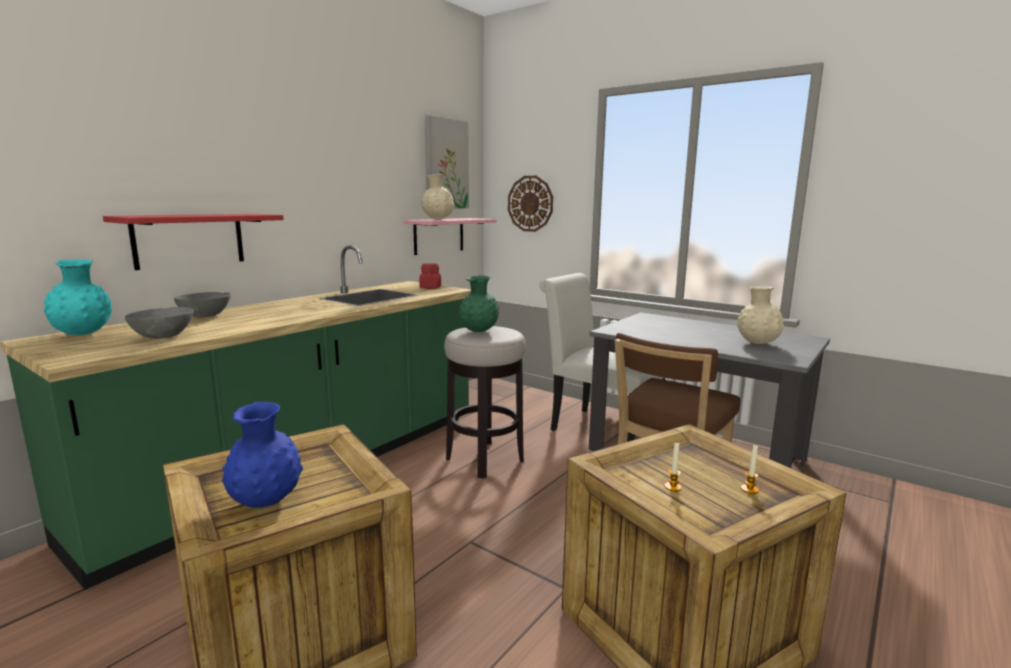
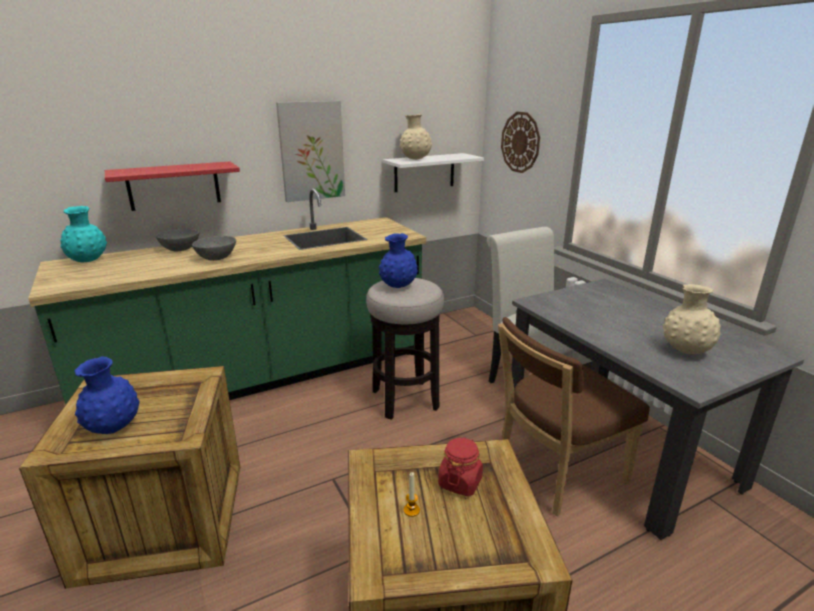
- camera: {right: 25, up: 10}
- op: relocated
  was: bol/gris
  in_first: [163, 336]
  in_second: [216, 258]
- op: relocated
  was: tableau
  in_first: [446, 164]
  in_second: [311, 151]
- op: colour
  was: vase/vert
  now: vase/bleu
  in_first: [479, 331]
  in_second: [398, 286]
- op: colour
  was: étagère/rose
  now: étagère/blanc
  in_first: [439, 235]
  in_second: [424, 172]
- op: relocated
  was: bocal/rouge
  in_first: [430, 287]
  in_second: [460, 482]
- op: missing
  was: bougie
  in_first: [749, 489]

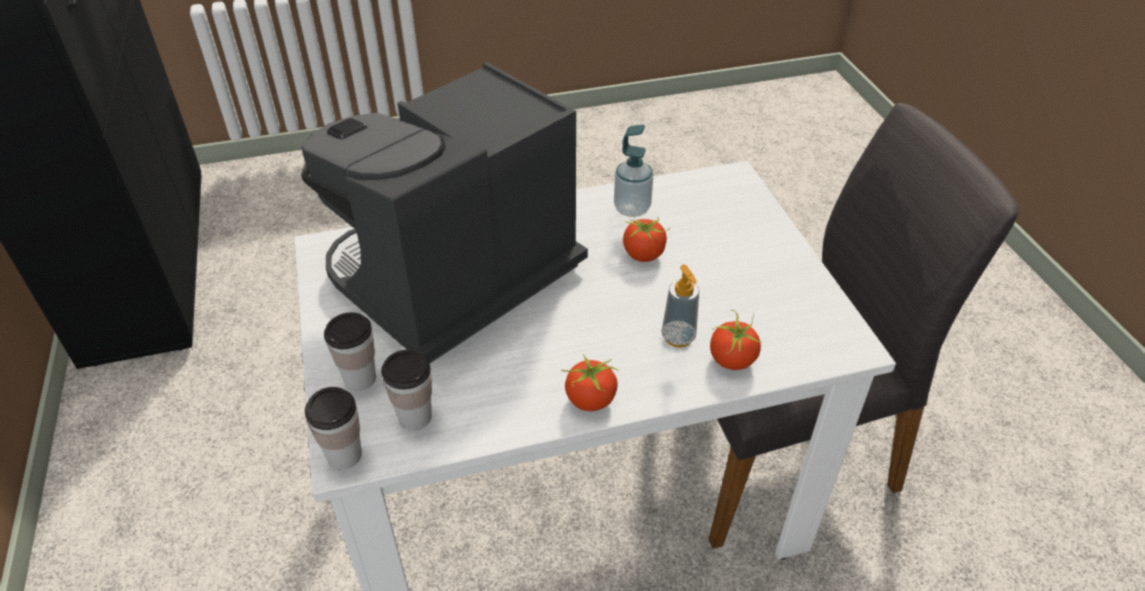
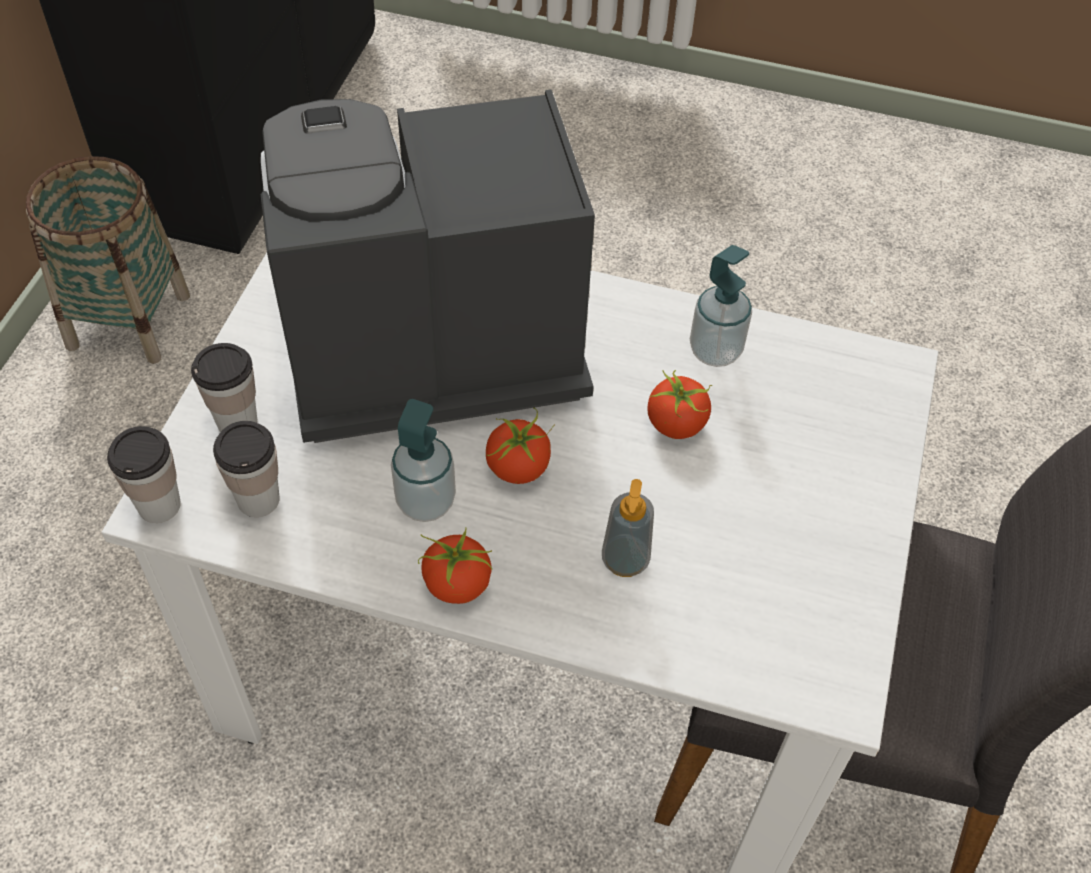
- camera: {right: 30, up: 10}
- op: appeared
  now: panier
  in_second: [129, 321]
- op: appeared
  now: distributeur de savon
  in_second: [425, 502]
- op: relocated
  was: tomate
  in_first: [732, 360]
  in_second: [518, 467]

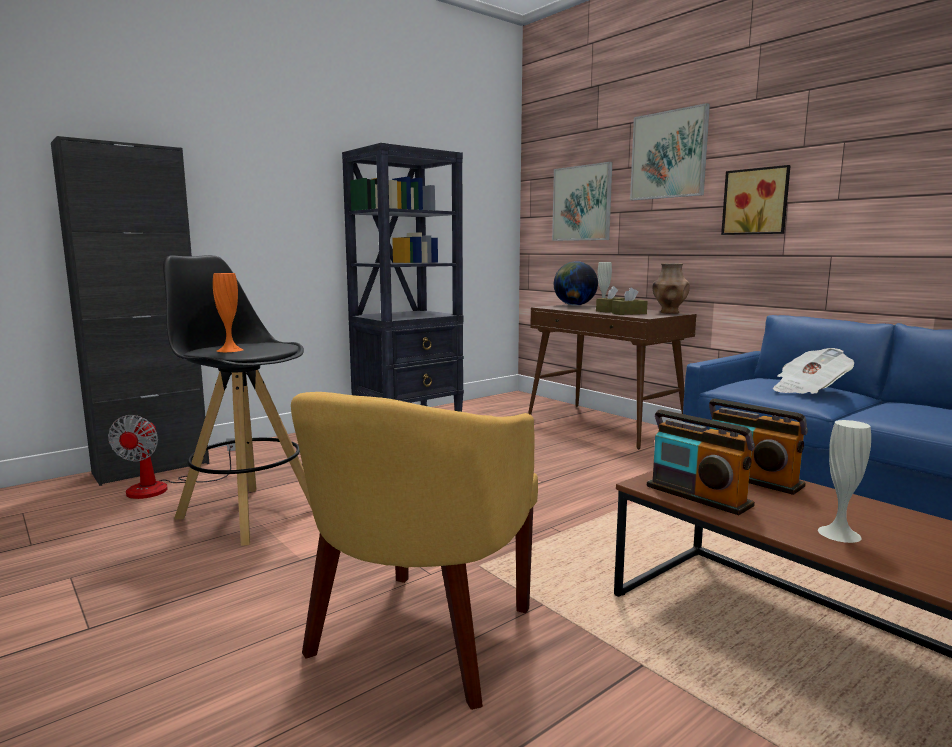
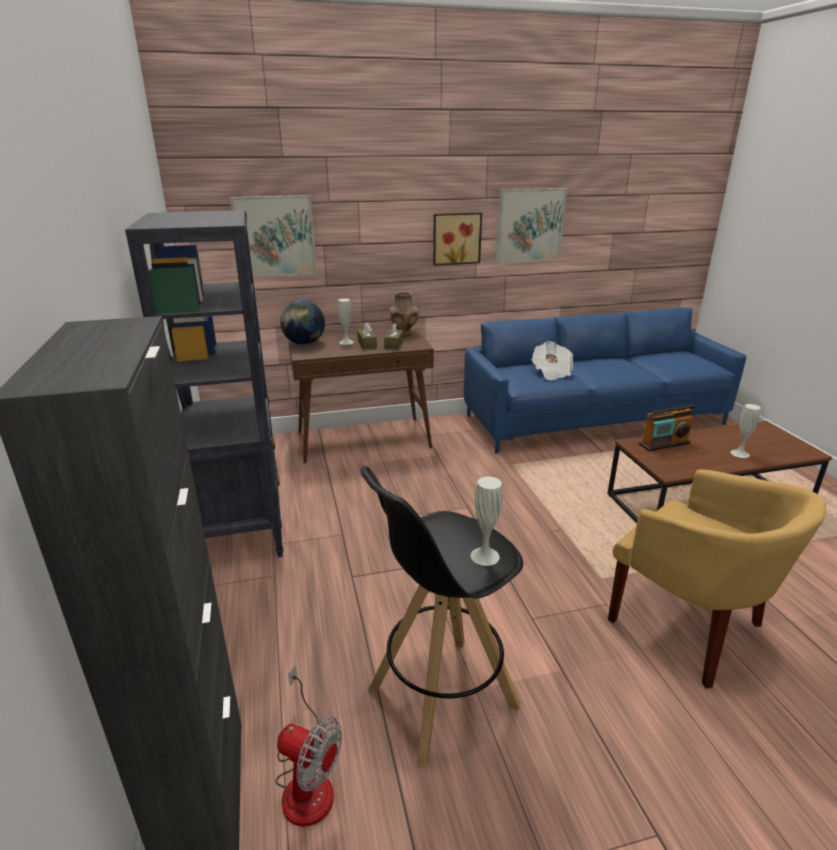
- camera: {right: -65, up: 15}
- op: colour
  was: vase/orange
  now: vase/blanc
  in_first: [230, 350]
  in_second: [485, 556]
- op: relocated
  was: tableau
  in_first: [668, 155]
  in_second: [529, 225]
- op: missing
  was: radio
  in_first: [698, 496]

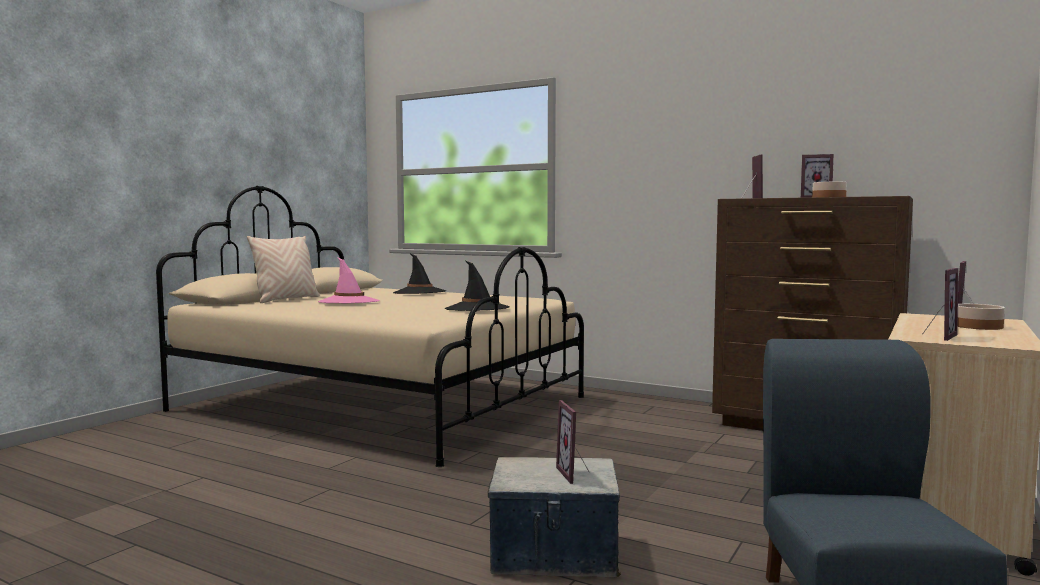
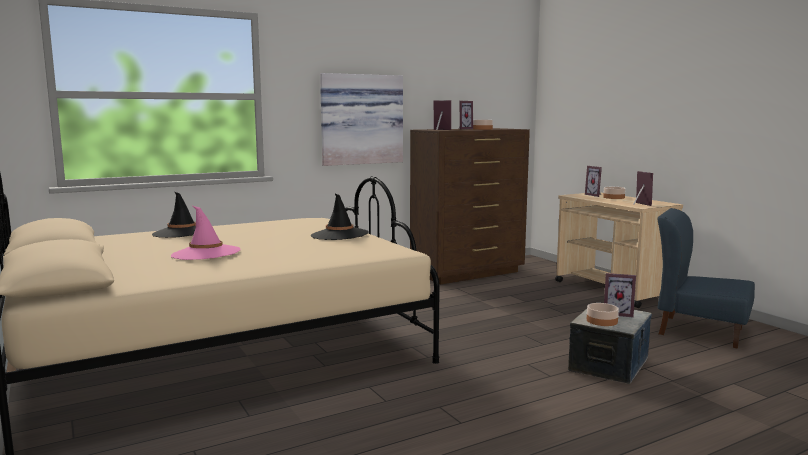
- camera: {right: -60, up: 5}
- op: appeared
  now: tableau
  in_second: [361, 119]
- op: appeared
  now: bol
  in_second: [602, 321]
- op: missing
  was: coussin/beige
  in_first: [286, 299]

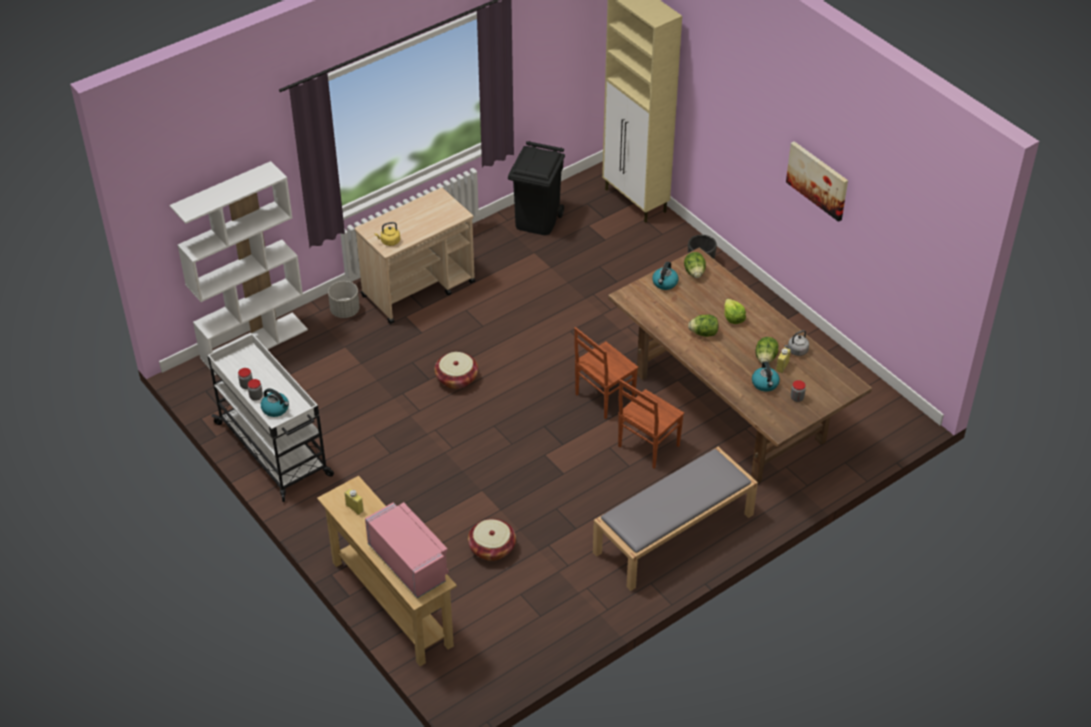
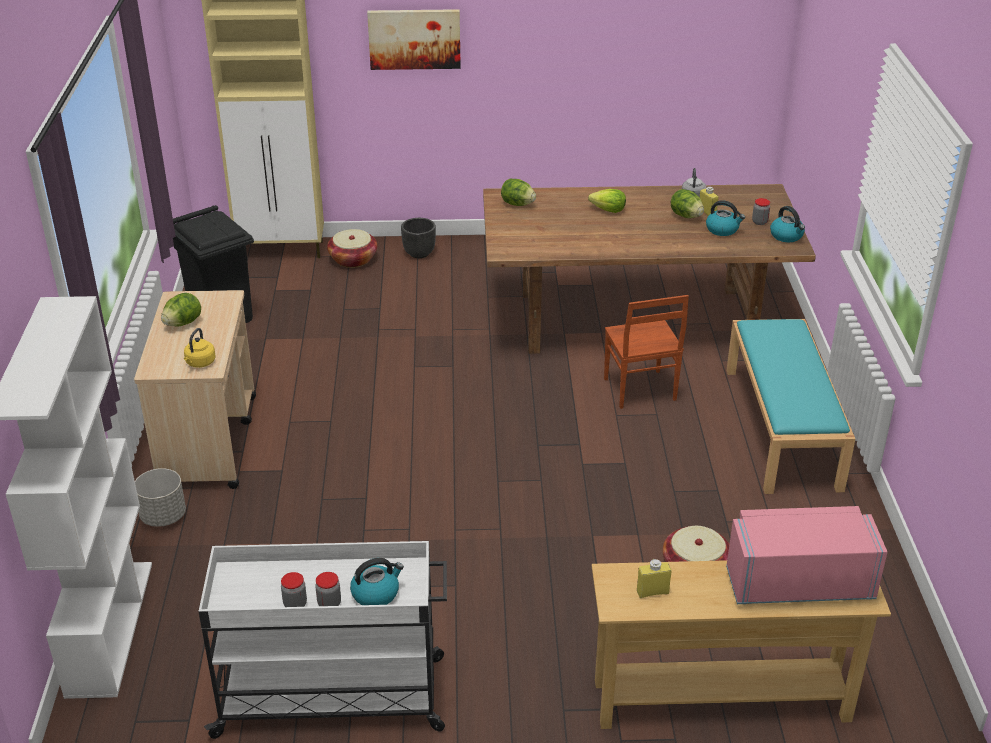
- camera: {right: -55, up: -10}
- op: relocated
  was: laitue
  in_first: [703, 333]
  in_second: [183, 323]
- op: relocated
  was: panier
  in_first: [456, 378]
  in_second: [353, 259]
- op: relocated
  was: tableau
  in_first: [818, 180]
  in_second: [414, 38]
- op: colour
  was: banc/gris
  now: banc/turquoise
  in_first: [673, 534]
  in_second: [783, 428]
- op: relocated
  was: bouilloire
  in_first: [665, 283]
  in_second: [787, 236]
- op: missing
  was: chaise/marron
  in_first: [603, 397]

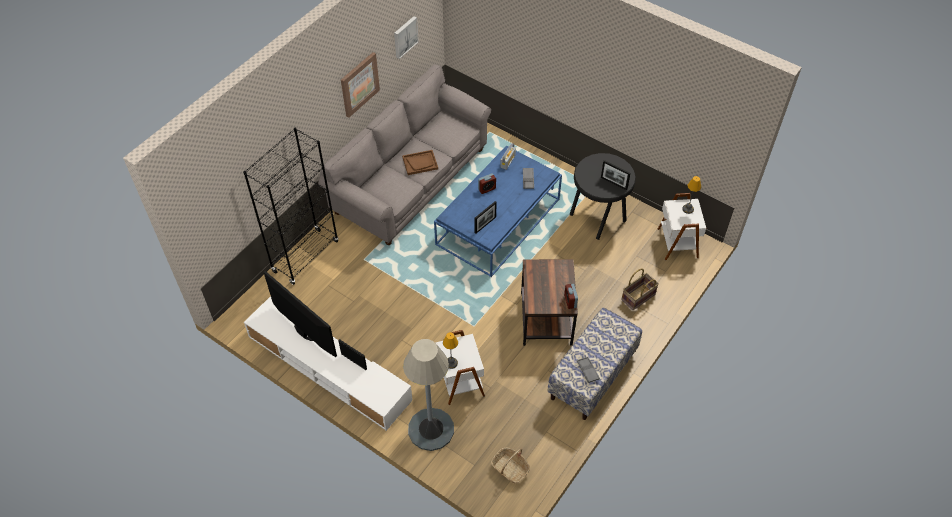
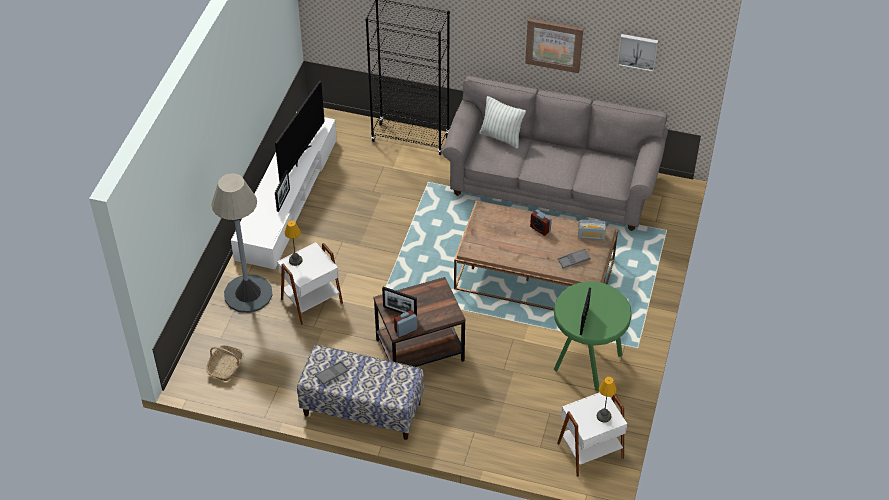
- camera: {right: 70, up: -5}
- op: relocated
  was: cadre photo
  in_first: [485, 225]
  in_second: [400, 311]
- op: colour
  was: table basse/bleu
  now: table basse/marron
  in_first: [498, 221]
  in_second: [535, 274]
- op: appeared
  now: coussin
  in_second: [501, 137]
- op: colour
  was: tabouret/noir
  now: tabouret/vert
  in_first: [598, 219]
  in_second: [586, 364]
- op: missing
  was: plateau/marron
  in_first: [420, 163]
- op: missing
  was: panier
  in_first: [638, 297]

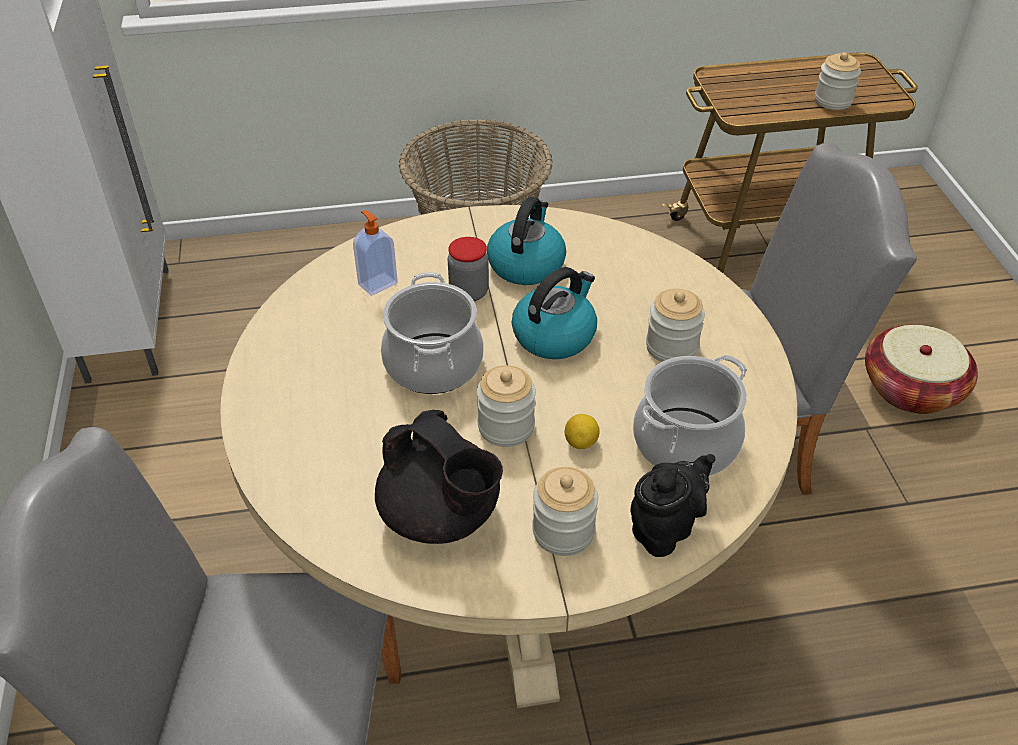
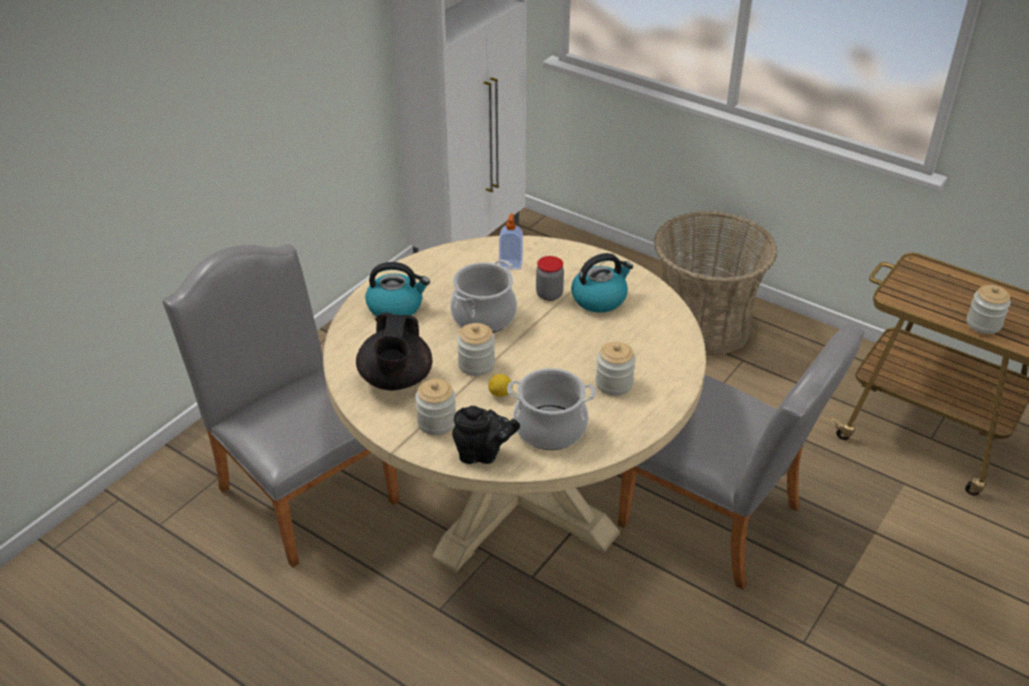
- camera: {right: 45, up: -5}
- op: relocated
  was: bouilloire
  in_first: [554, 335]
  in_second: [396, 307]
- op: missing
  was: panier
  in_first: [911, 389]

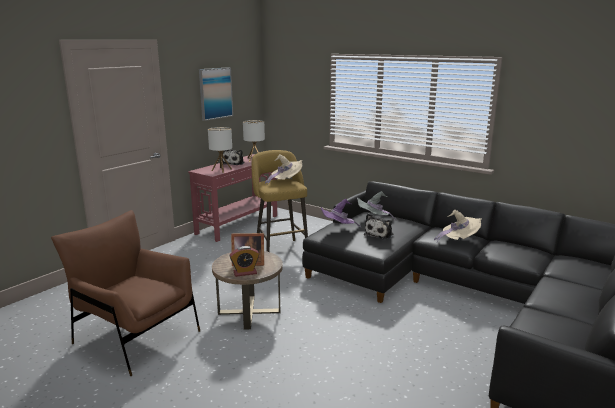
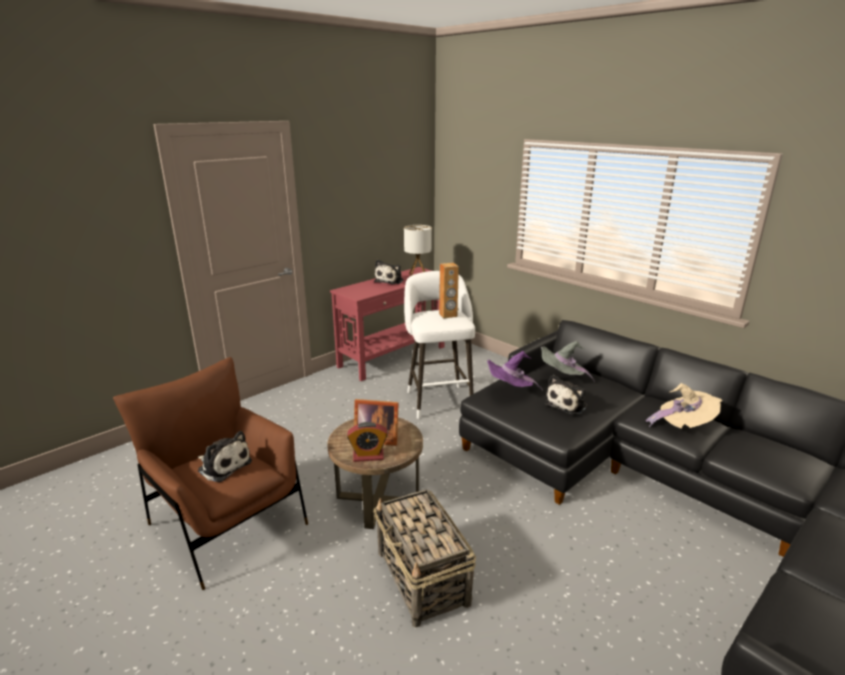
- camera: {right: 10, up: 5}
- op: appeared
  now: peluche
  in_second: [223, 465]
- op: appeared
  now: panier
  in_second: [422, 578]
- op: colour
  was: tabouret/jaune
  now: tabouret/blanc
  in_first: [280, 249]
  in_second: [438, 399]
- op: exchanged
  was: chapeau/beige
  now: enceinte/marron
  in_first: [285, 181]
  in_second: [448, 315]
- op: missing
  was: tableau
  in_first: [215, 93]
- op: missing
  was: lampe de table
  in_first: [221, 170]

